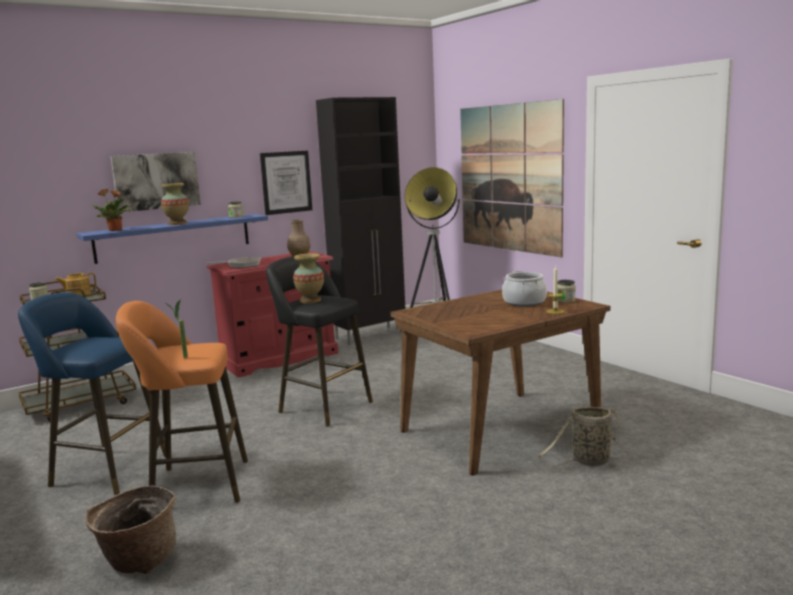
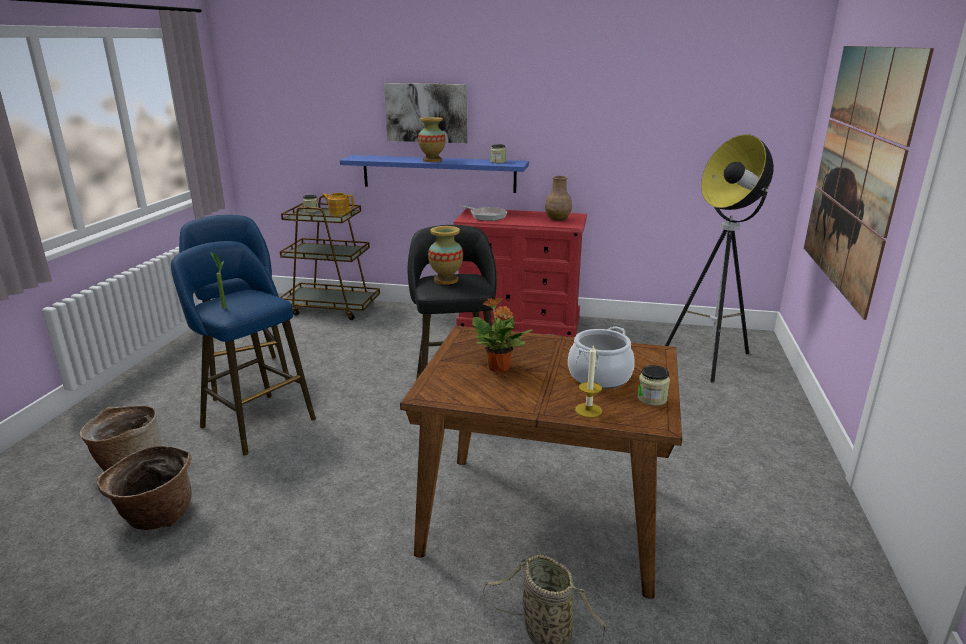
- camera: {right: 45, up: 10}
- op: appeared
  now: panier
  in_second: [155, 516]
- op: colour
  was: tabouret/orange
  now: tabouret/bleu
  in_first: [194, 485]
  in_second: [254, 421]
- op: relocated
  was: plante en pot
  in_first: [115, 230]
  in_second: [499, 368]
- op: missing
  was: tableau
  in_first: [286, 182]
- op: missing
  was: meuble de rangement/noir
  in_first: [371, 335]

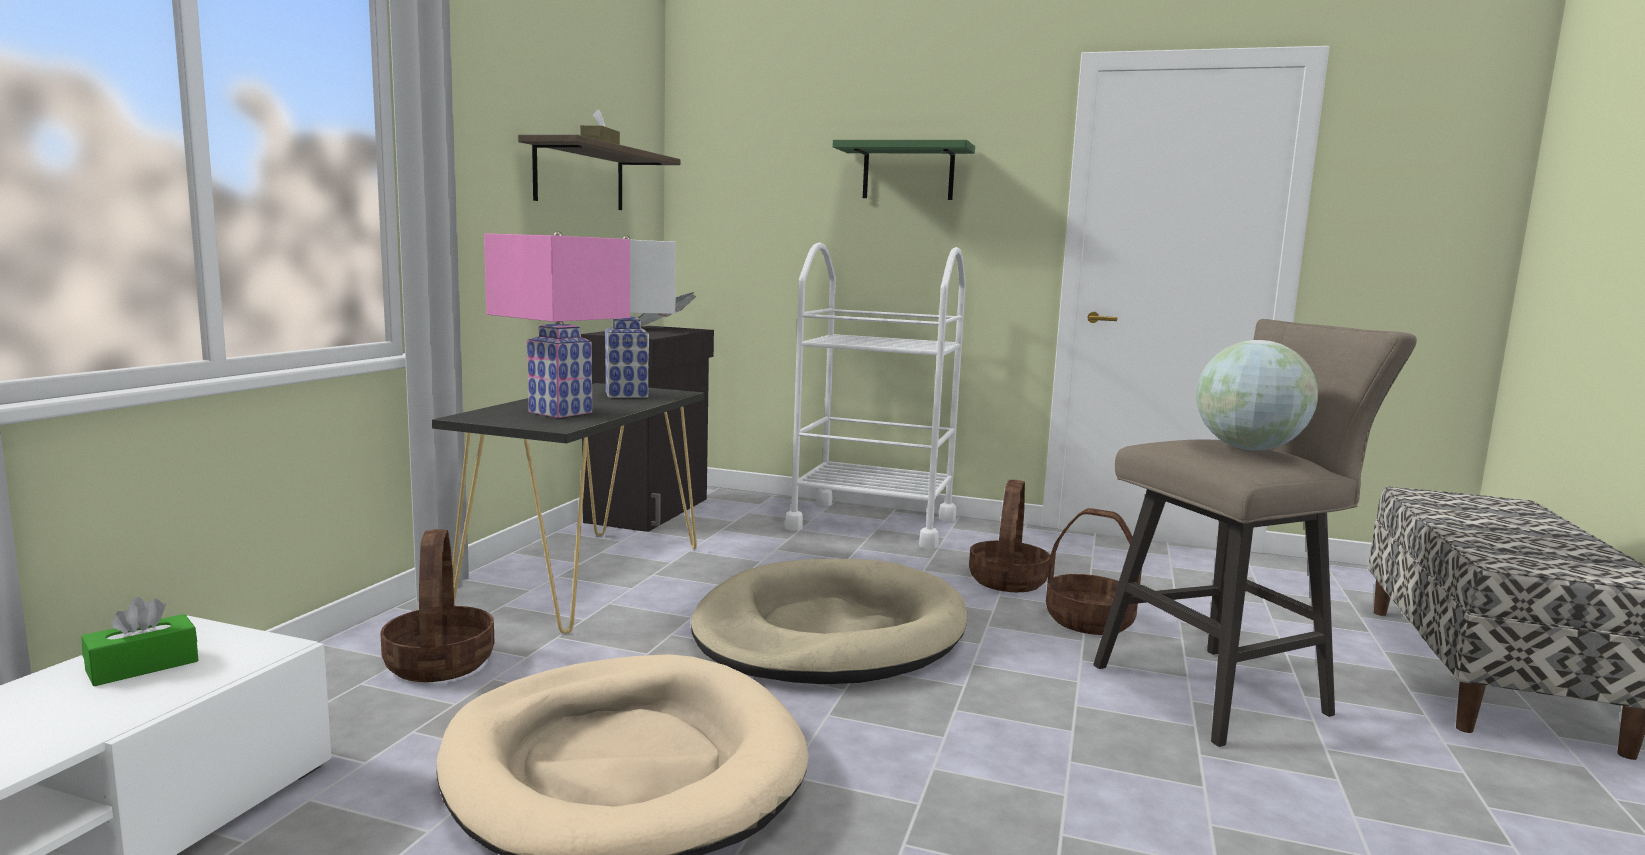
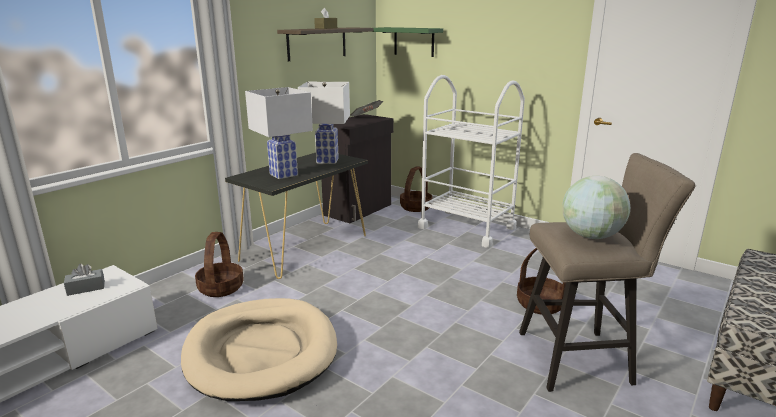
- camera: {right: 20, up: 10}
- op: colour
  was: boîte à mouchoirs/vert
  now: boîte à mouchoirs/gris
  in_first: [142, 666]
  in_second: [86, 288]
- op: colour
  was: lampe de table/rose
  now: lampe de table/blanc
  in_first: [562, 412]
  in_second: [284, 175]
- op: relocated
  was: étagère/vert
  in_first: [908, 172]
  in_second: [414, 41]
- op: relocated
  was: panier
  in_first: [1007, 581]
  in_second: [415, 207]
- op: missing
  was: panier pour chien/beige
  in_first: [829, 633]

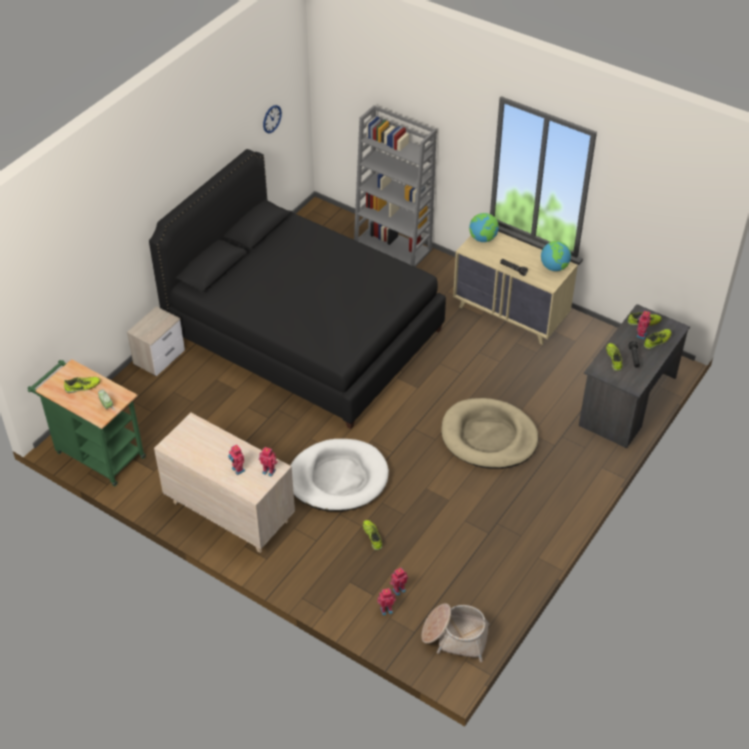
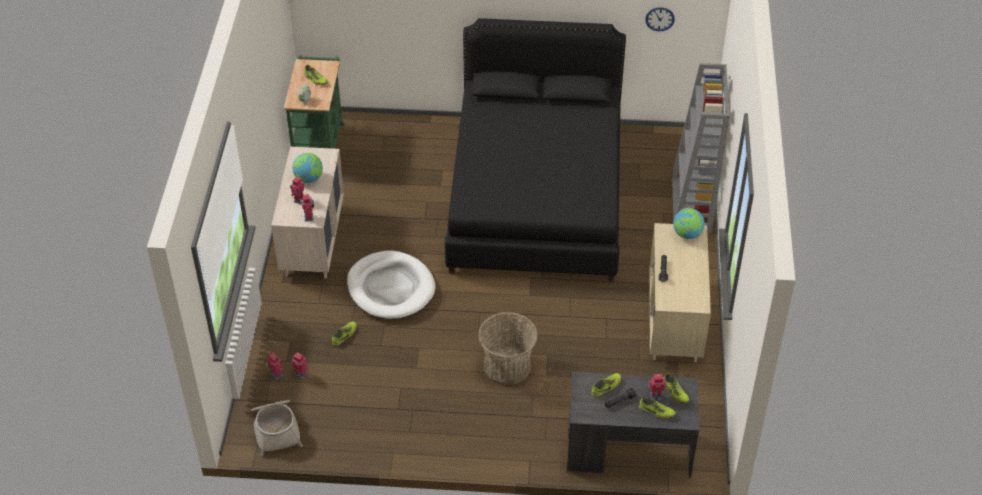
- camera: {right: 60, up: 0}
- op: relocated
  was: globe
  in_first: [554, 267]
  in_second: [309, 179]
- op: exchanged
  was: panier pour chien/beige
  now: panier
  in_first: [489, 437]
  in_second: [507, 366]
- op: missing
  was: table de chevet
  in_first: [160, 357]

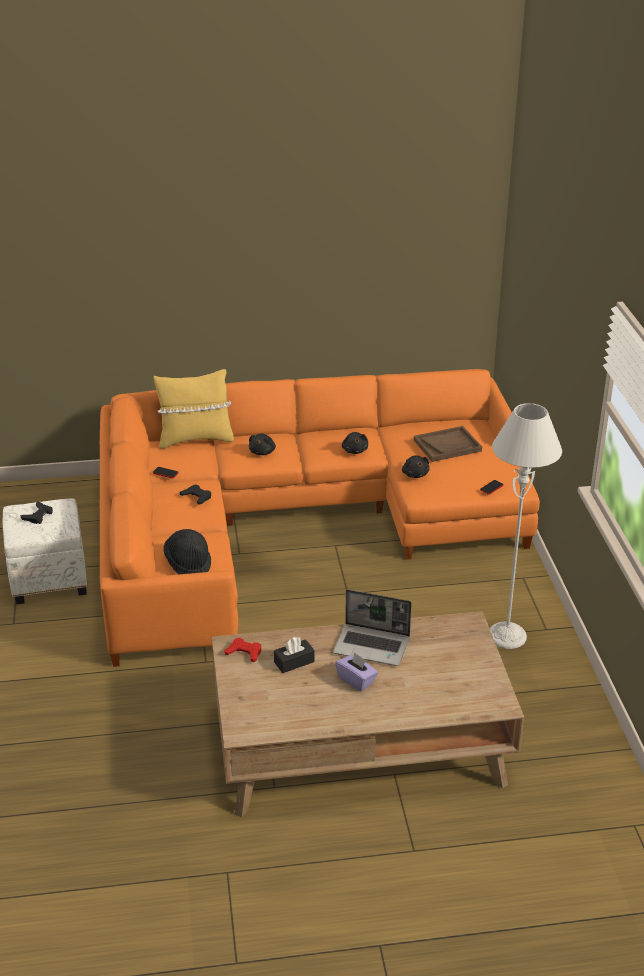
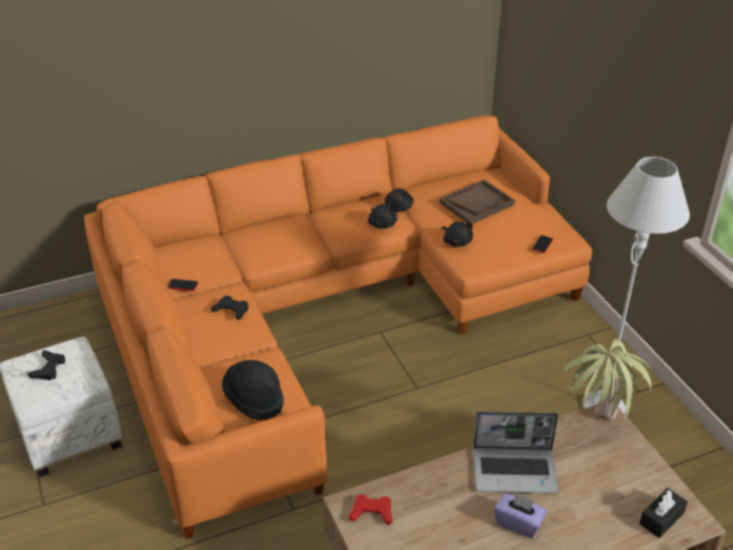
- camera: {right: -15, up: 5}
- op: relocated
  was: peluche/noir
  in_first: [262, 452]
  in_second: [399, 207]
- op: appeared
  now: plante en pot
  in_second: [594, 431]
- op: relocated
  was: boîte à mouchoirs/noir
  in_first: [294, 662]
  in_second: [661, 518]
- op: missing
  was: coussin/jaune
  in_first: [195, 439]

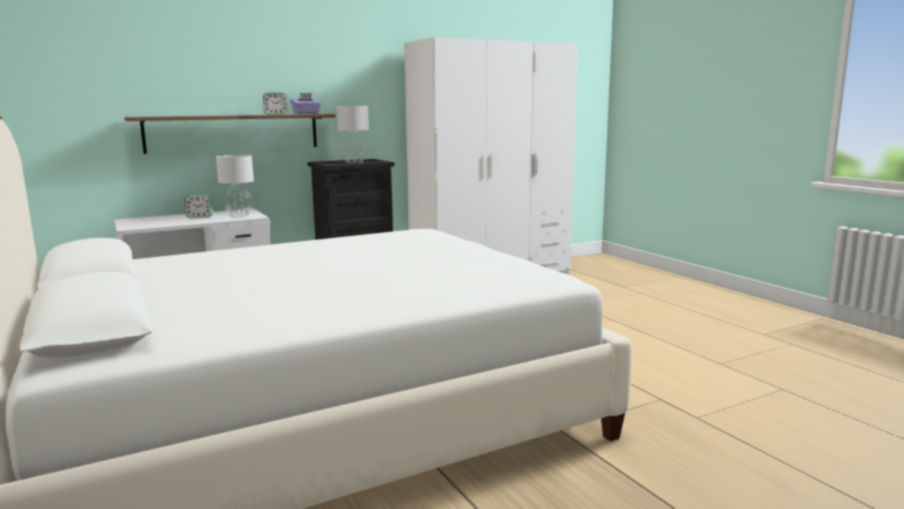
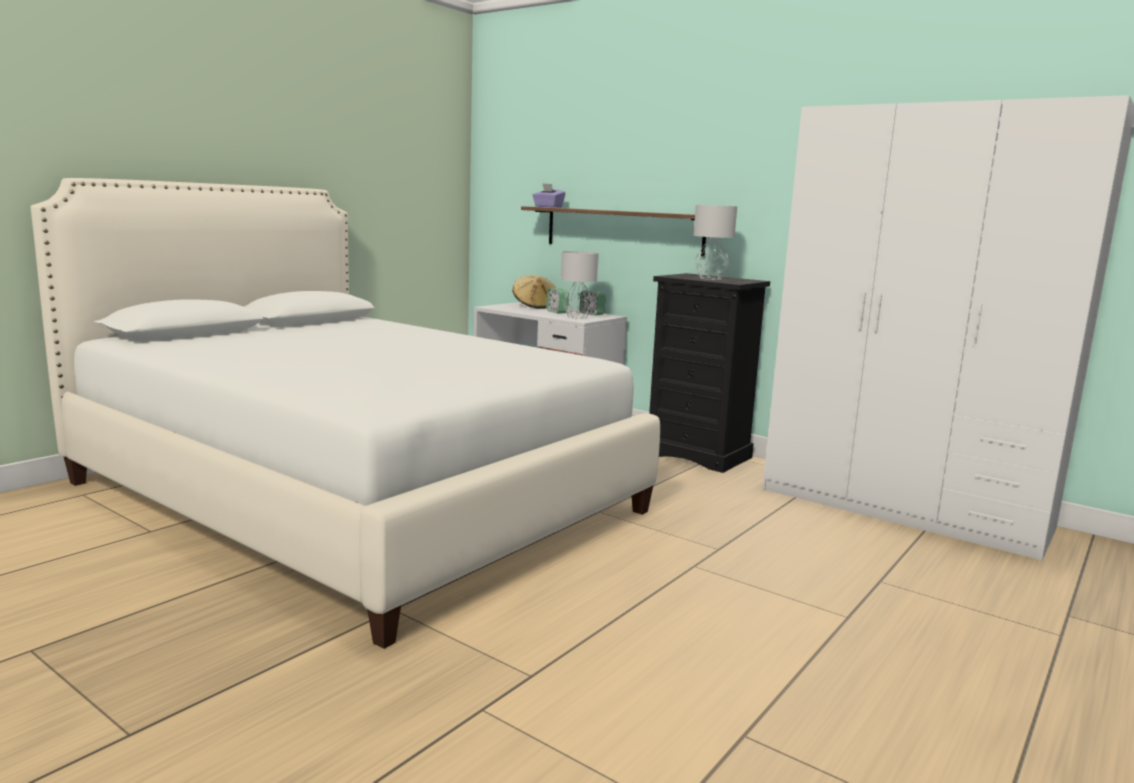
- camera: {right: 65, up: 0}
- op: appeared
  now: chapeau/beige
  in_second: [534, 306]
- op: relocated
  was: boîte à mouchoirs/violet
  in_first: [306, 114]
  in_second: [548, 207]
- op: relocated
  was: réveil
  in_first: [275, 114]
  in_second: [591, 314]

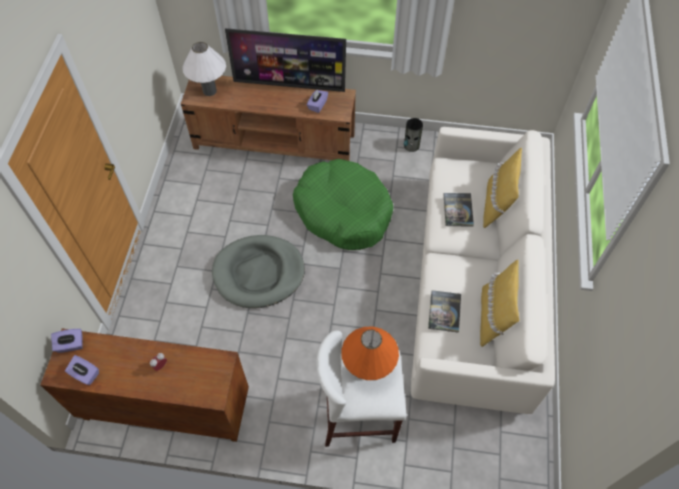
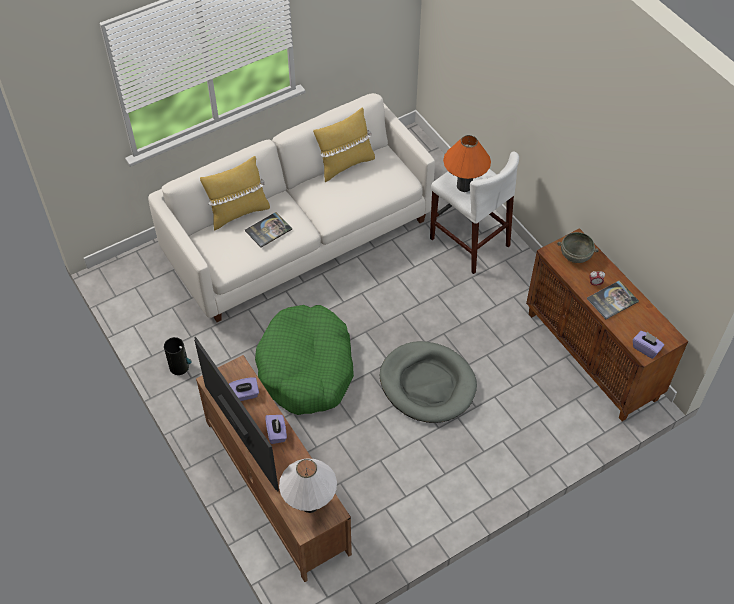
- camera: {right: -130, up: -5}
- op: relocated
  was: boîte à mouchoirs/violet
  in_first: [85, 374]
  in_second: [277, 433]
- op: appeared
  now: bol/gris
  in_second: [575, 256]
- op: relocated
  was: livre
  in_first: [444, 311]
  in_second: [612, 300]

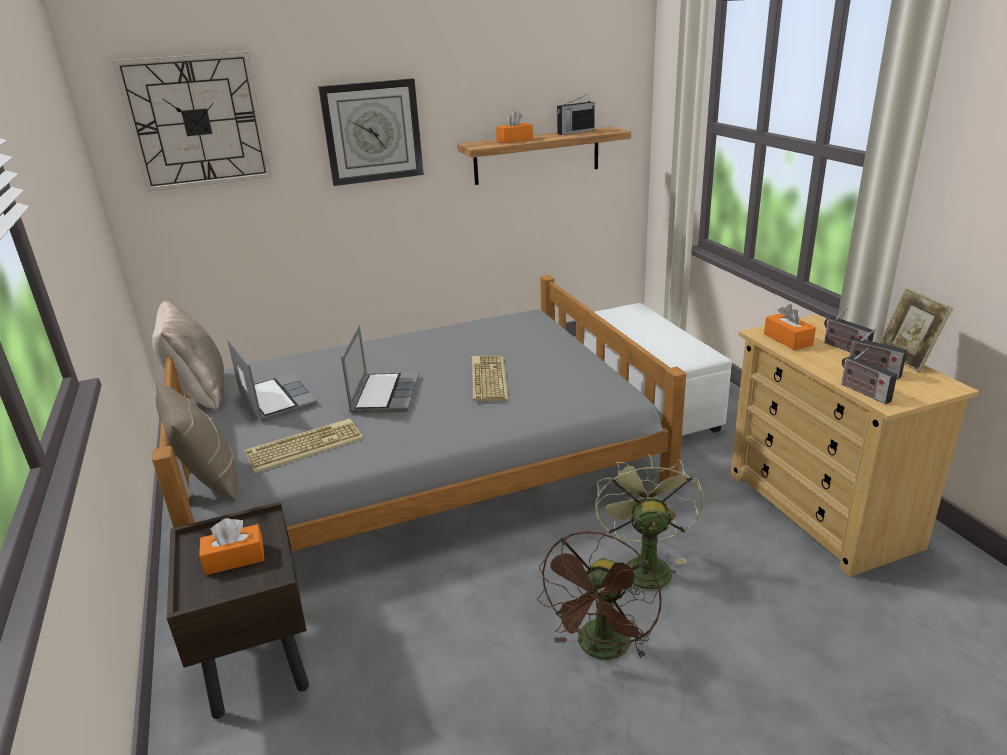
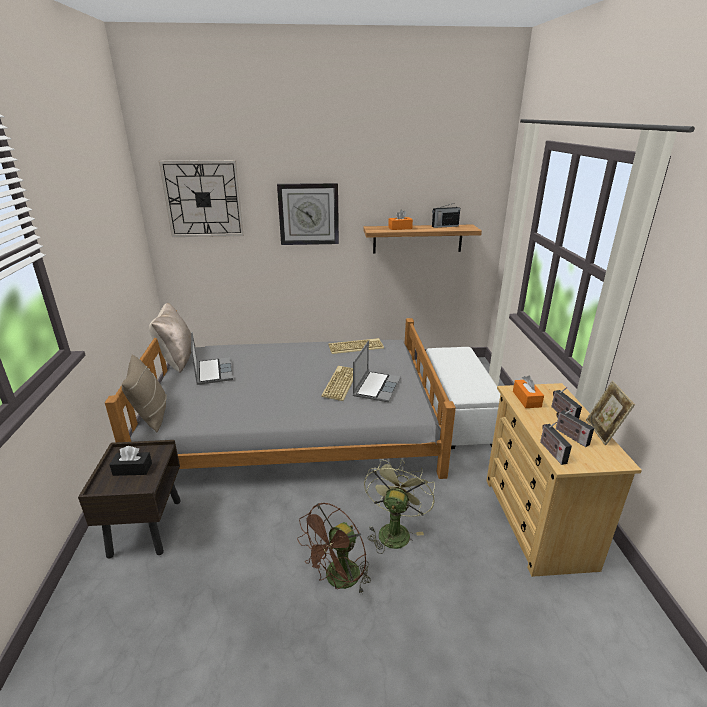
- camera: {right: 15, up: 0}
- op: colour
  was: boîte à mouchoirs/orange
  now: boîte à mouchoirs/noir
  in_first: [234, 558]
  in_second: [132, 469]
- op: relocated
  was: clavier
  in_first: [305, 445]
  in_second: [356, 346]
- op: relocated
  was: ordinateur portable
  in_first: [384, 394]
  in_second: [376, 387]

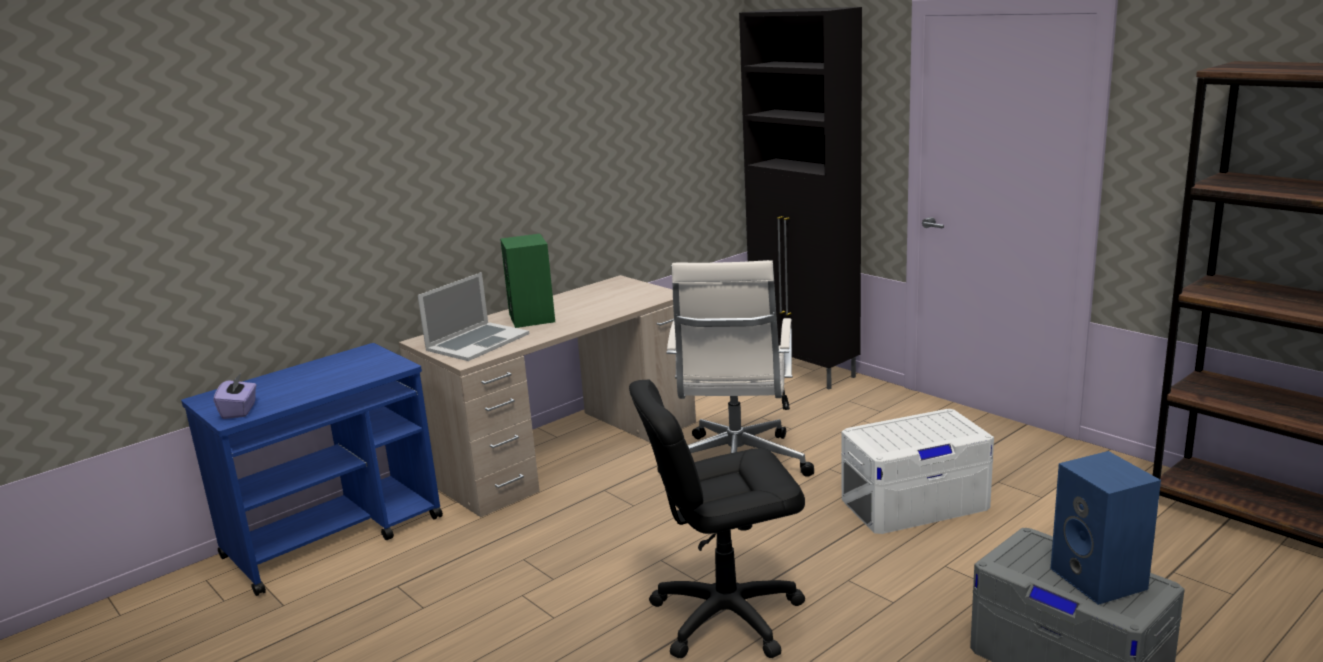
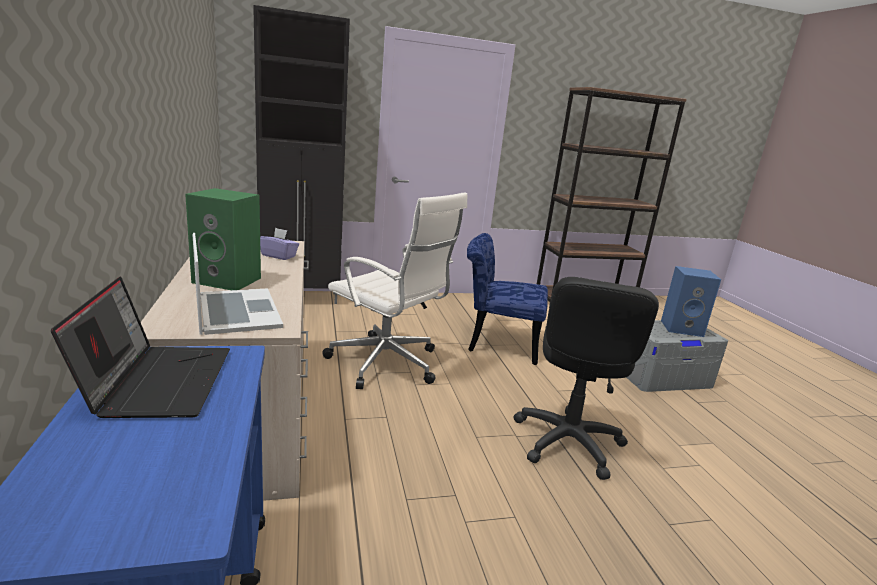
- camera: {right: -65, up: 0}
- op: appeared
  now: ordinateur portable
  in_second: [158, 380]
- op: relocated
  was: boîte à mouchoirs/violet
  in_first: [239, 411]
  in_second: [279, 256]
- op: exchanged
  was: boîte de rangement/blanc
  now: chaise/bleu
  in_first: [914, 503]
  in_second: [496, 343]

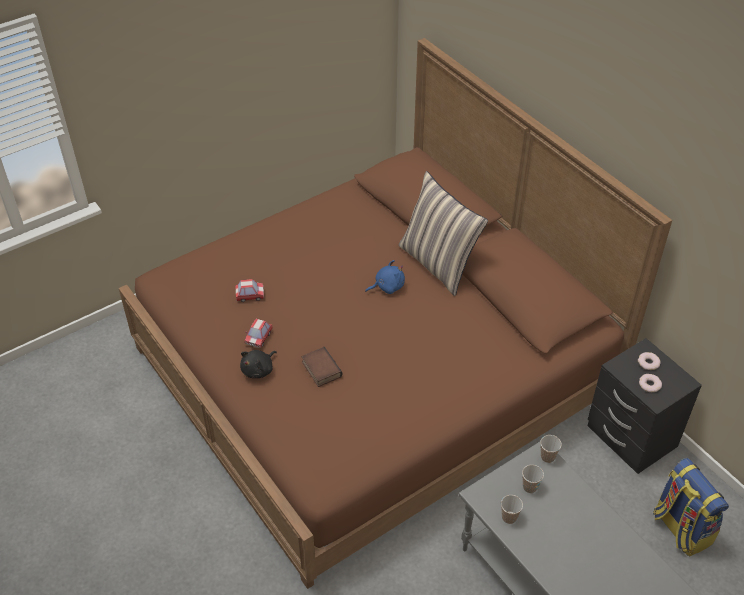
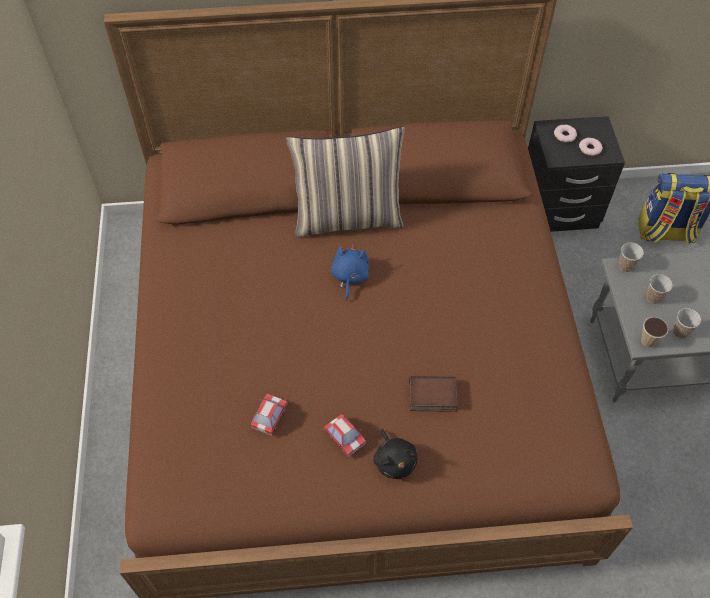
- camera: {right: -60, up: 10}
- op: appeared
  now: tasse
  in_second: [648, 341]

